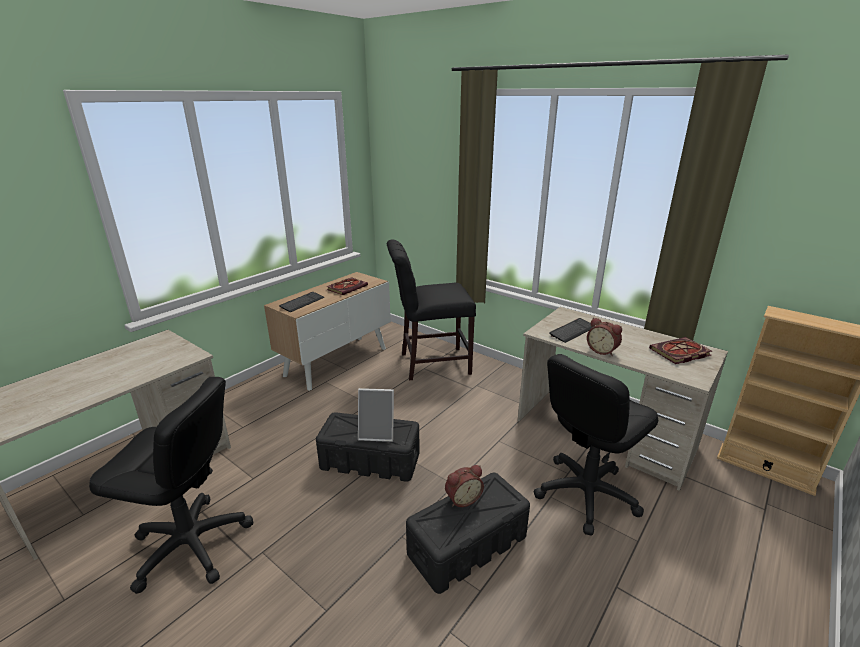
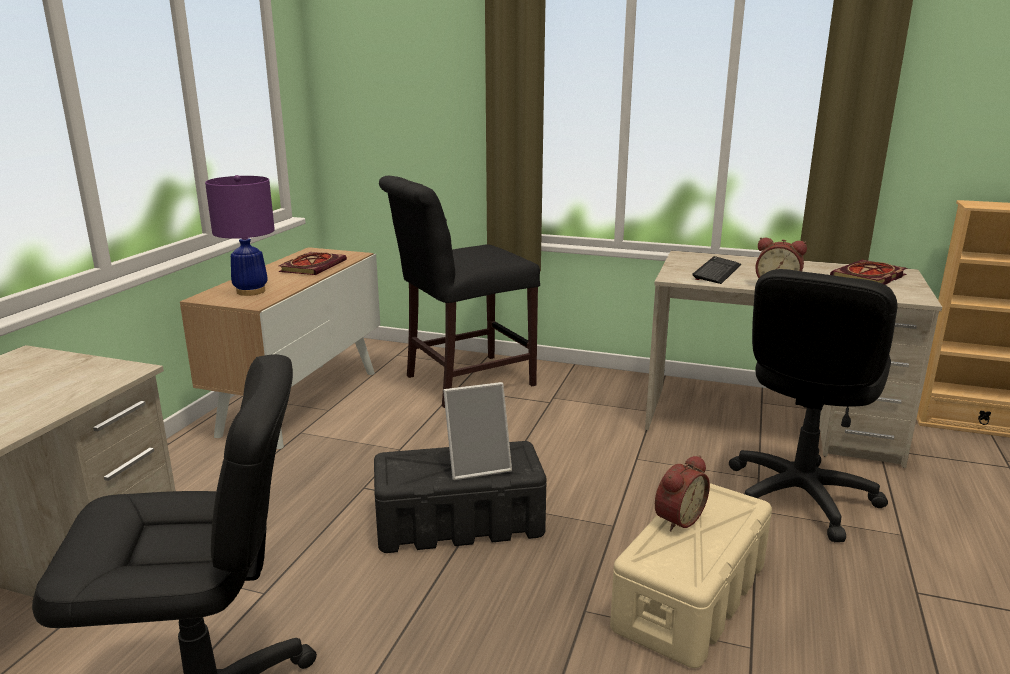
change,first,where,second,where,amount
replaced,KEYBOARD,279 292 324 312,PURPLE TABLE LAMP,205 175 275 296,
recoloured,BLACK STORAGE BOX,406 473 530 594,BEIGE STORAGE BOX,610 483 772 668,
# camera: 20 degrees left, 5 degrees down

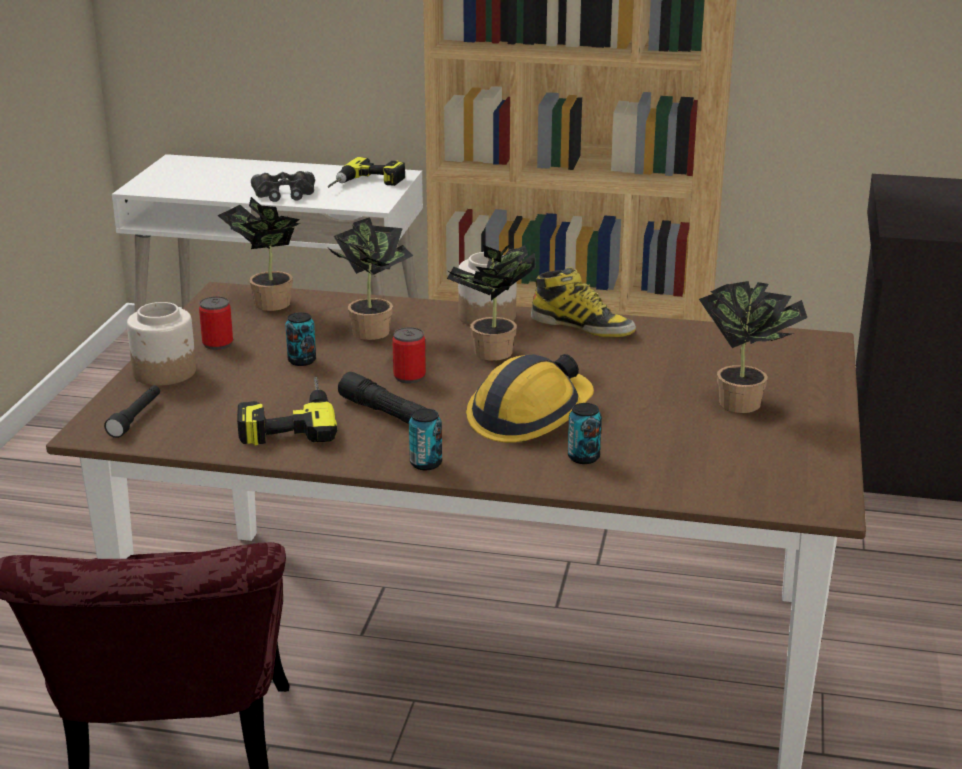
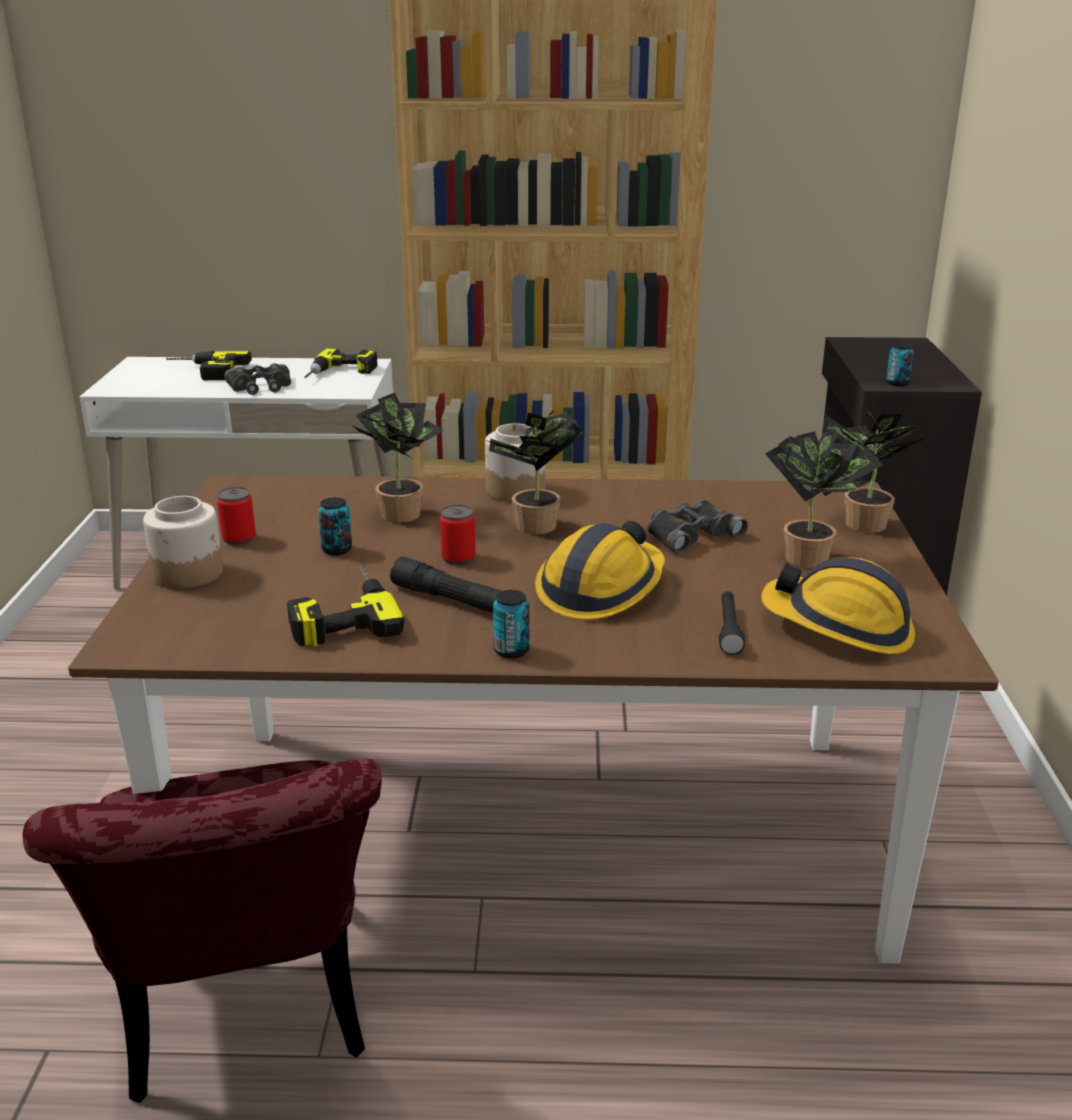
change,first,where,second,where,amount
moved,BLACK FLASHLIGHT,104 385 160 438,,719 591 745 655,
moved,POTTED PLANT,217 197 300 311,,822 408 927 533,
removed,BOOT,531 267 636 337,,,
moved,CAN,568 403 602 464,,886 343 914 386,
added,,,POWER DRILL,166 351 252 380,
added,,,BLACK BINOCULARS,647 500 748 554,
added,,,HARD HAT,761 557 915 654,
# camera: 10 degrees left, 0 degrees up

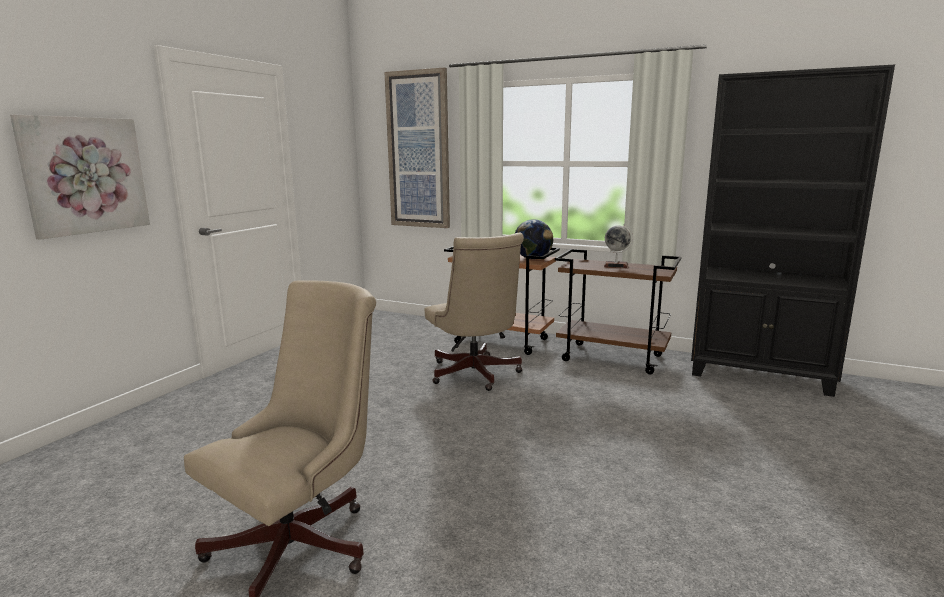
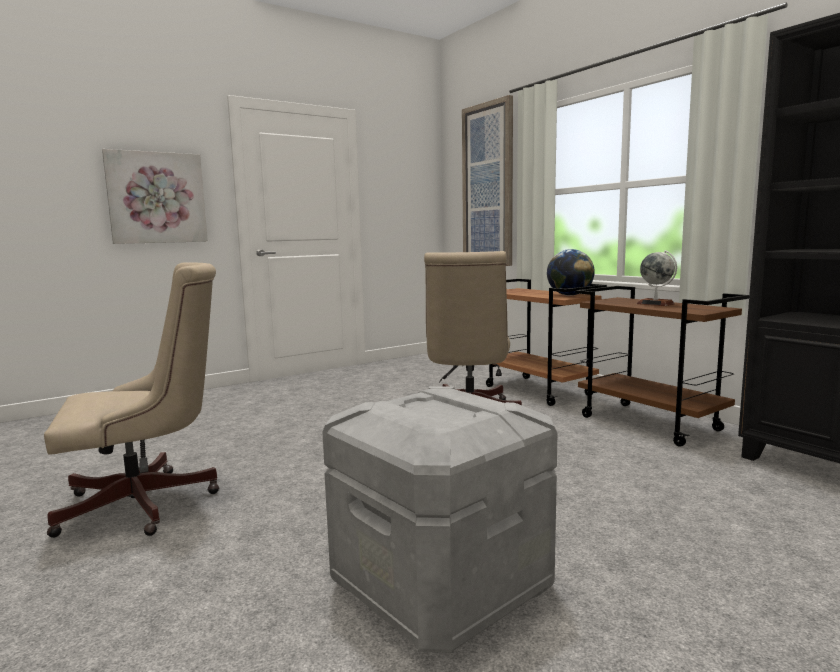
change,first,where,second,where,amount
added,,,GREY STORAGE BOX,323 386 557 653,
# camera: 30 degrees right, 5 degrees down

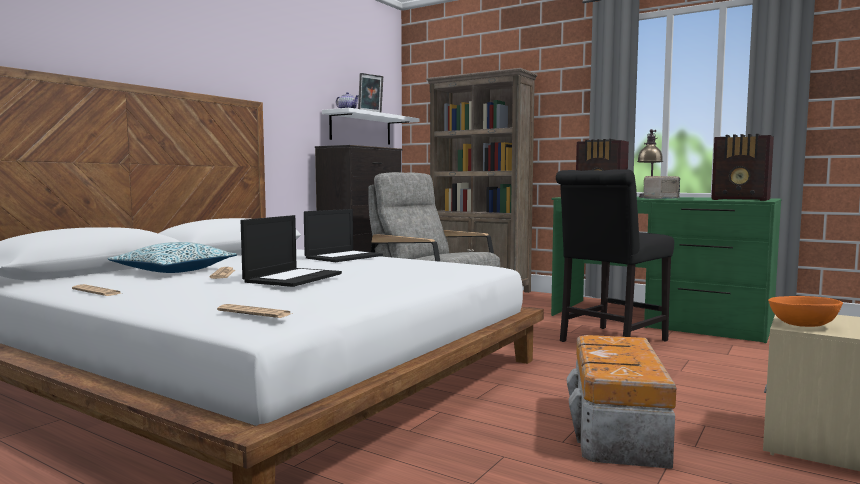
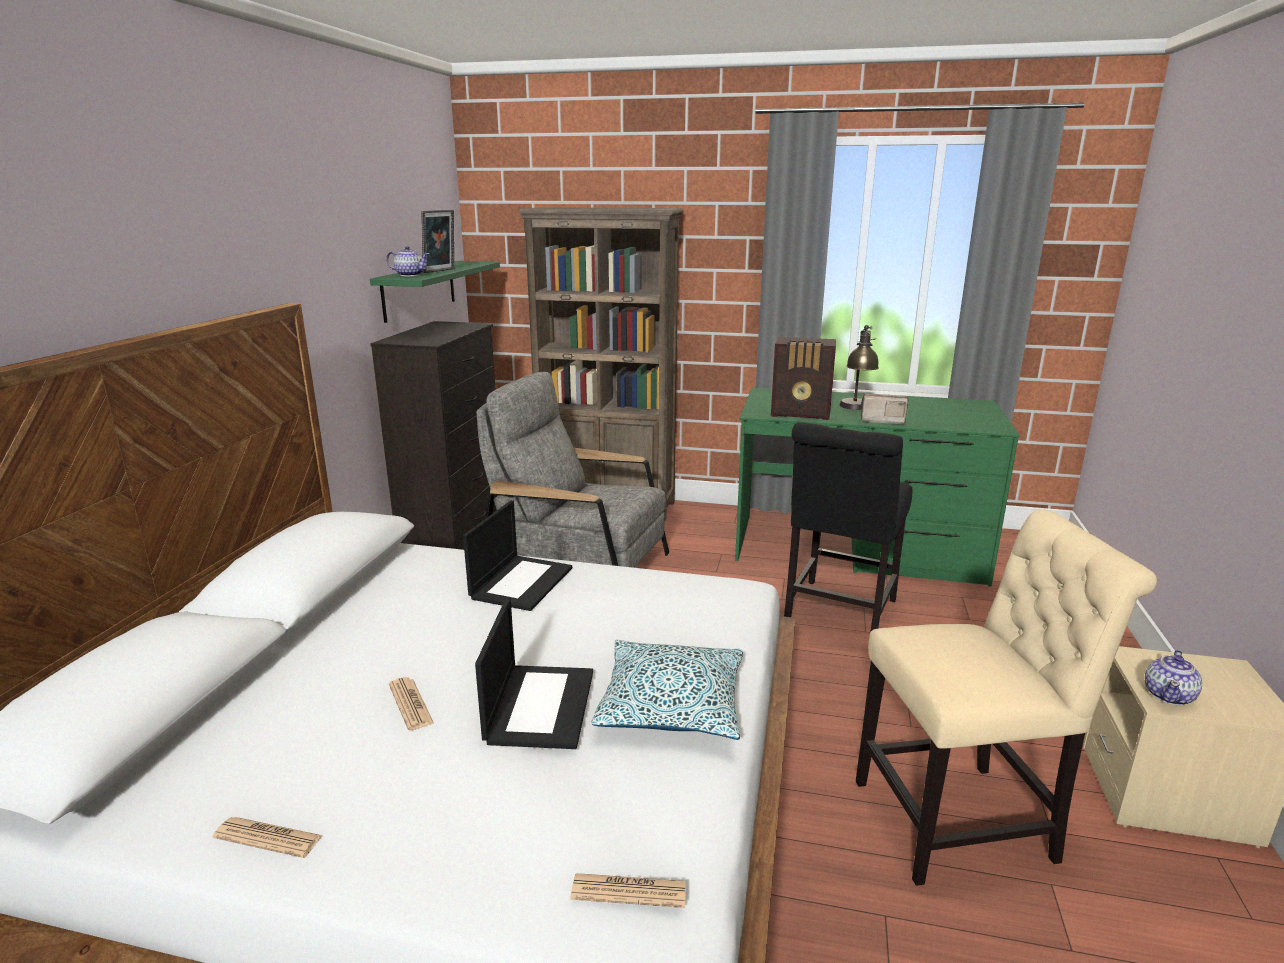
change,first,where,second,where,amount
moved,PILLOW,108 242 237 273,,591 640 743 740,
recoloured,WHITE SHELF,322 108 420 145,GREEN SHELF,370 261 500 323,
replaced,STORAGE BOX,567 335 676 469,BEIGE CHAIR,856 509 1157 886,
removed,RADIO,711 134 774 201,,,
replaced,ORANGE BOWL,768 296 843 327,TEAPOT,1145 650 1202 705,
# camera: 20 degrees left, 15 degrees up

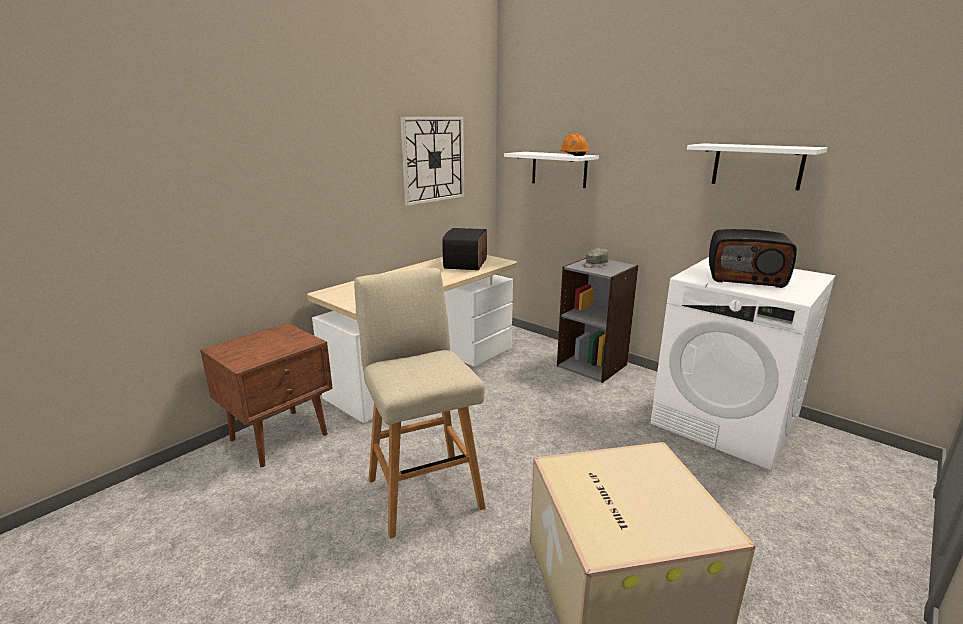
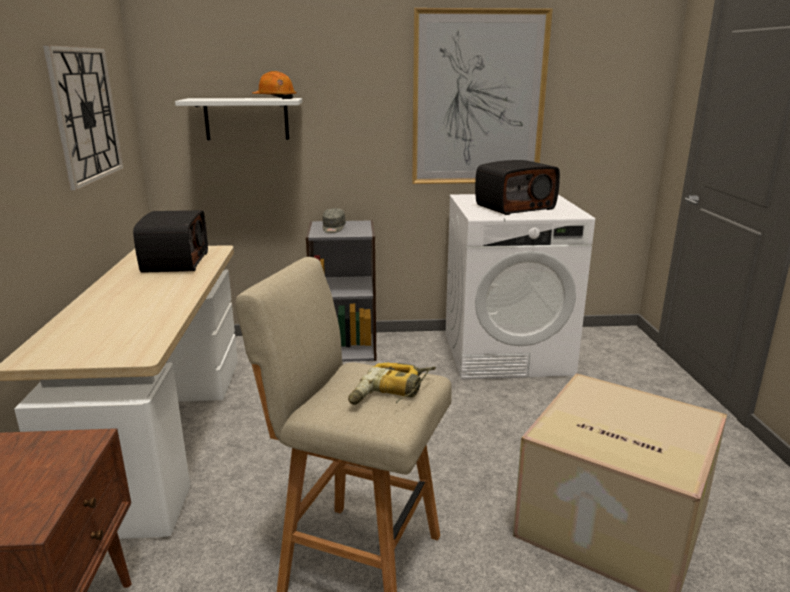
change,first,where,second,where,amount
turned,RADIO,443 228 487 270,,133 210 208 273,150 degrees counterclockwise
replaced,WHITE SHELF,687 143 827 190,PICTURE,412 8 553 184,
added,,,POWER DRILL,348 362 436 405,
# camera: 45 degrees left, 0 degrees up

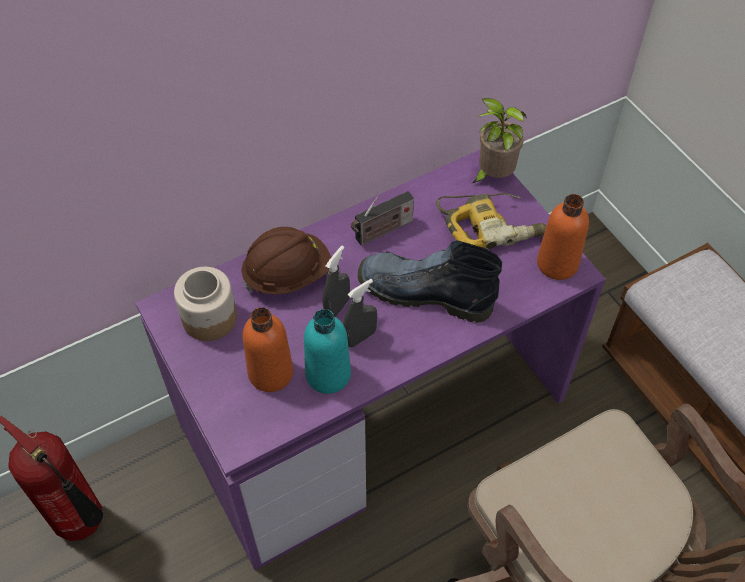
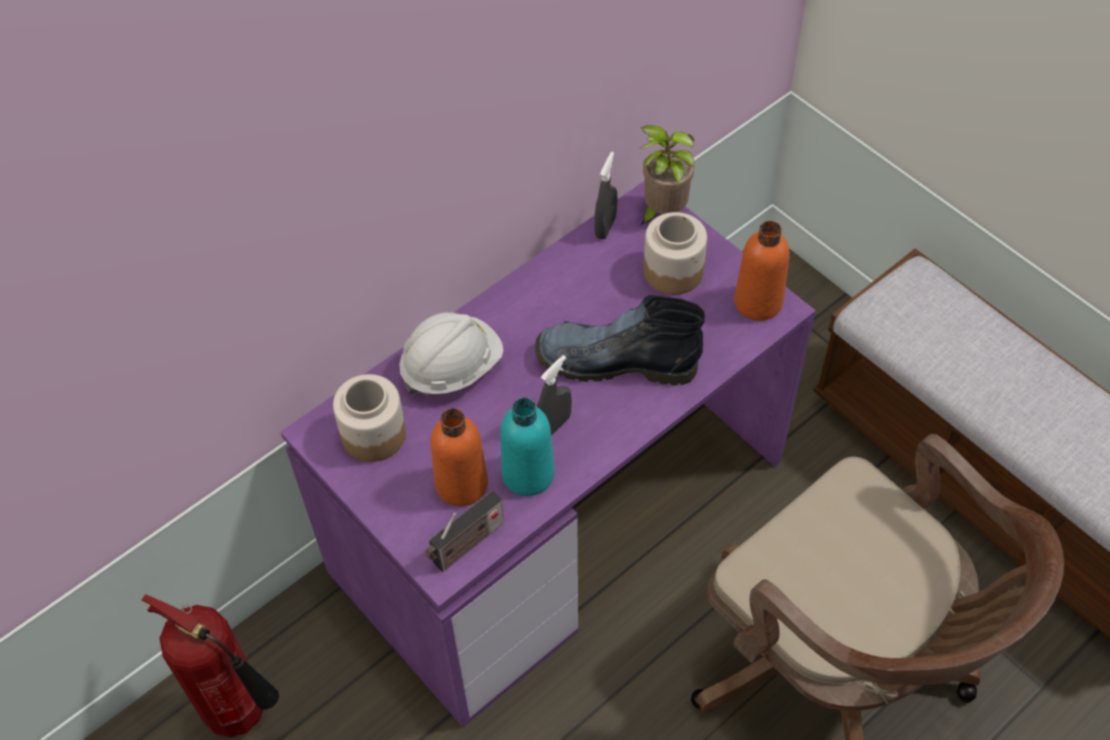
change,first,where,second,where,amount
recoloured,BROWN HARD HAT,241 227 331 294,WHITE HARD HAT,399 312 504 397,
moved,GREY SPRAY BOTTLE,322 246 350 317,,595 152 617 239,
moved,RADIO,351 191 414 246,,425 491 504 572,
replaced,POWER DRILL,436 193 546 249,JAR,643 212 707 295,
# camera: 10 degrees left, 0 degrees up

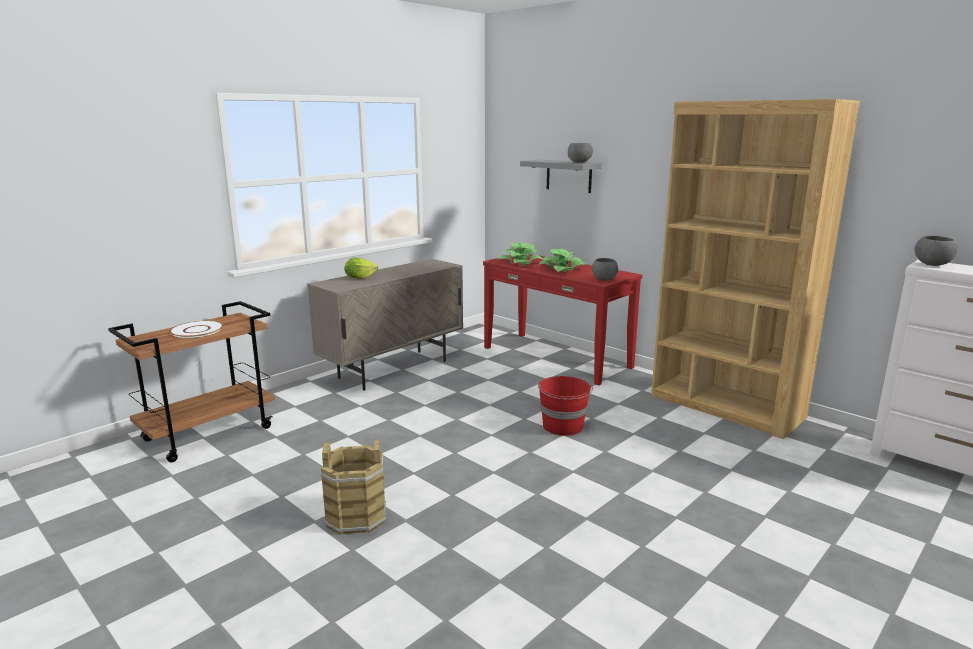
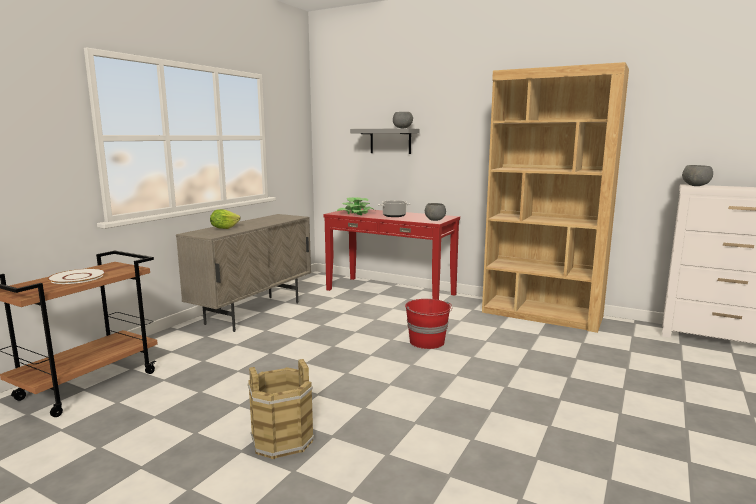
change,first,where,second,where,amount
replaced,POTTED PLANT,538 249 586 272,COOKING POT,378 200 411 217,
# camera: 15 degrees left, 5 degrees down

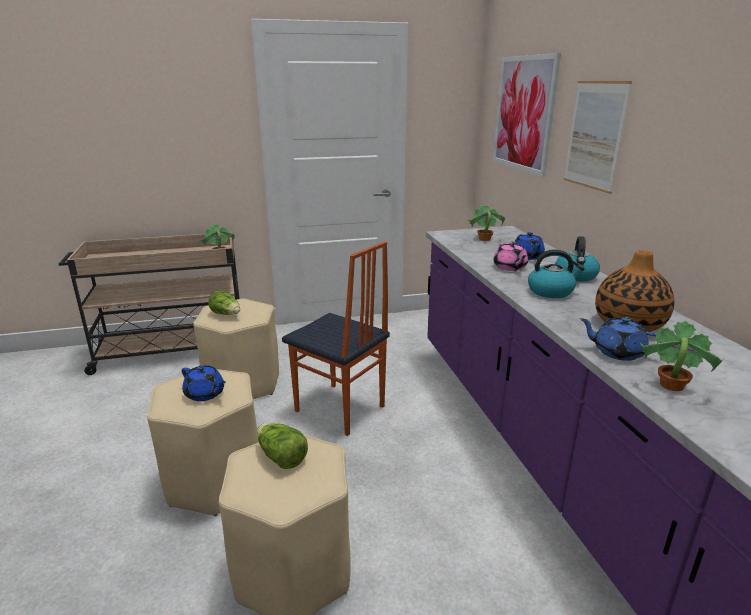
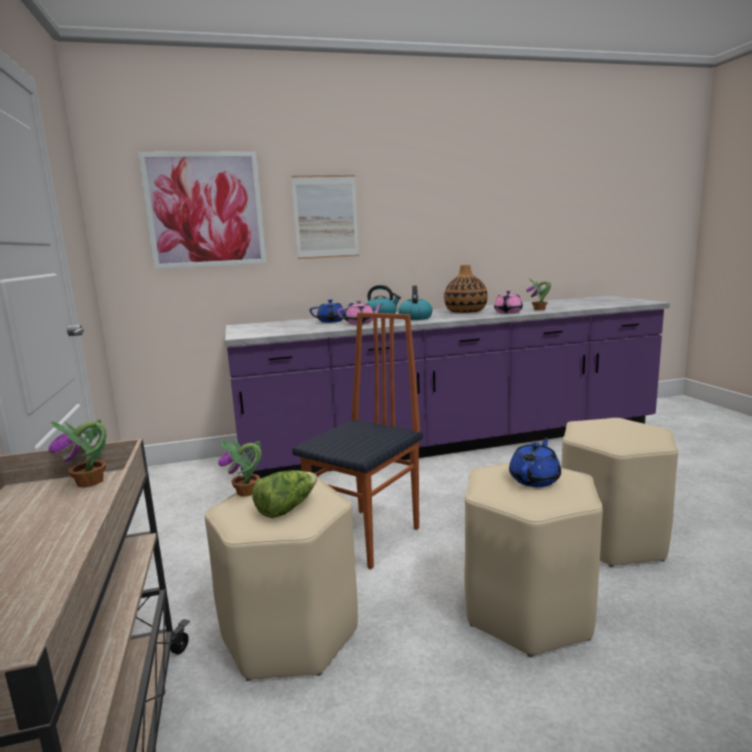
change,first,where,second,where,amount
removed,LETTUCE,257 423 308 469,,,
moved,POTTED PLANT,468 205 505 241,,218 440 262 496,
recoloured,BLUE TEAPOT,580 317 656 361,PINK TEAPOT,494 291 523 314,
# camera: 90 degrees left, 10 degrees down

